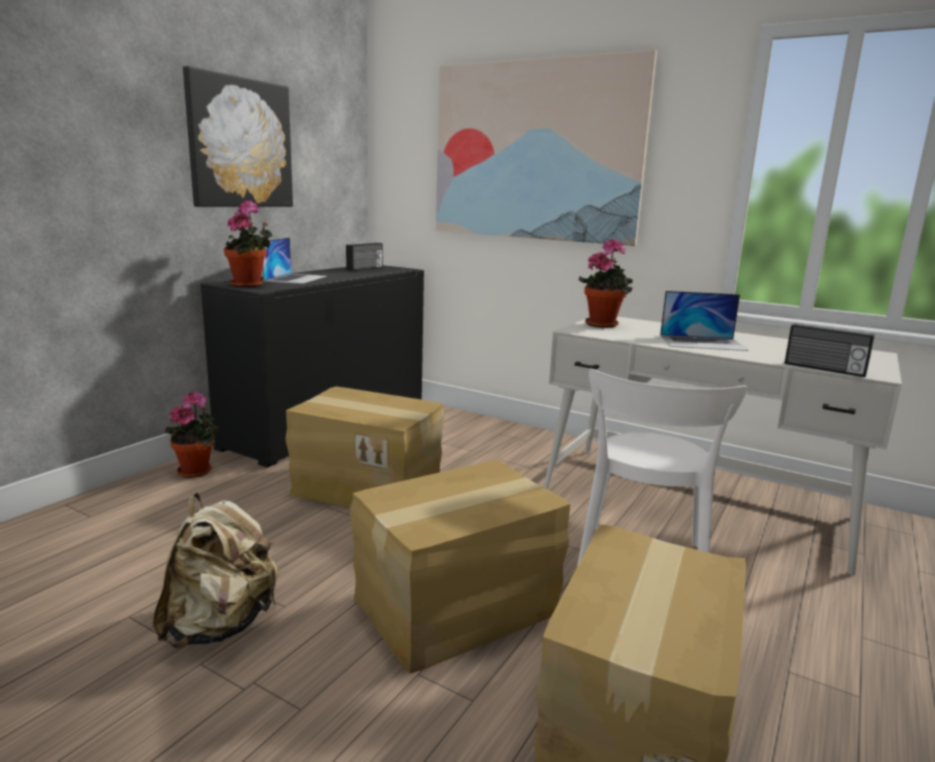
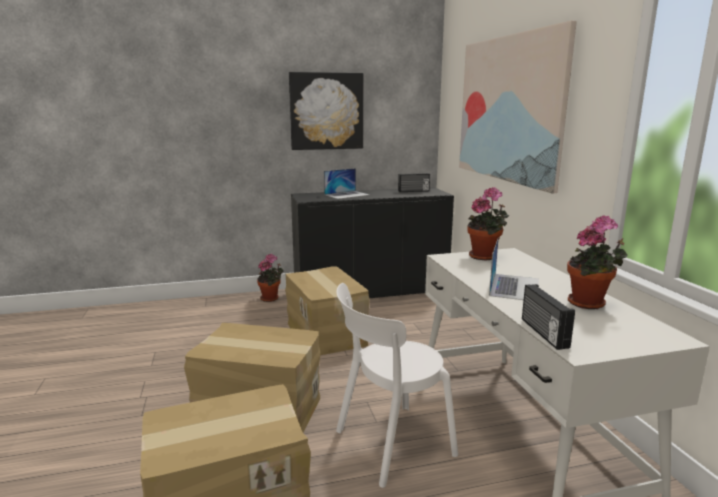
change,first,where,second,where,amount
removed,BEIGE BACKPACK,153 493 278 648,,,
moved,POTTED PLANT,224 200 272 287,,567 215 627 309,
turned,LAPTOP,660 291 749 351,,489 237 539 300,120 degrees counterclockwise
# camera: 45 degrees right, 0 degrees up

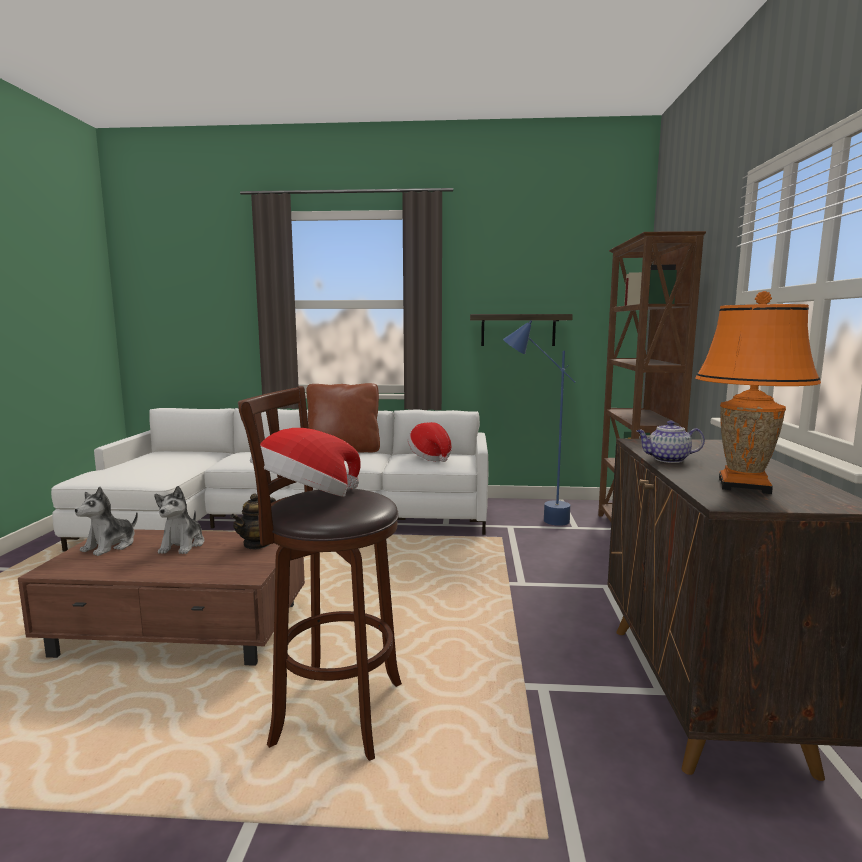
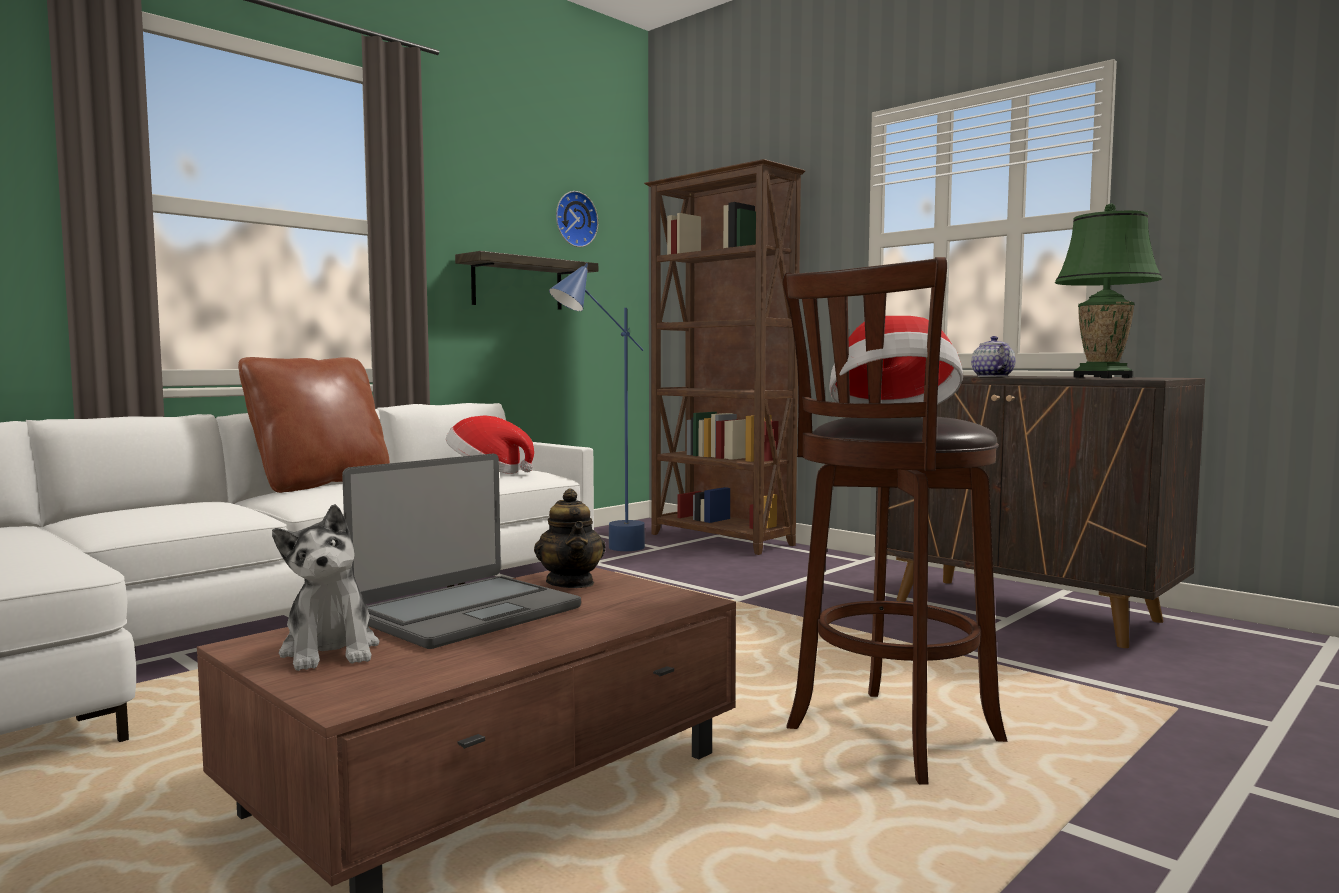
change,first,where,second,where,amount
replaced,PLUSH TOY,154 486 204 554,LAPTOP,342 454 581 649,
turned,TEAPOT,637 421 705 463,,971 336 1016 377,135 degrees clockwise
recoloured,ORANGE TABLE LAMP,695 291 821 494,GREEN TABLE LAMP,1055 203 1162 378,
added,,,WALL CLOCK,556 191 598 247,
# camera: 50 degrees left, 5 degrees down

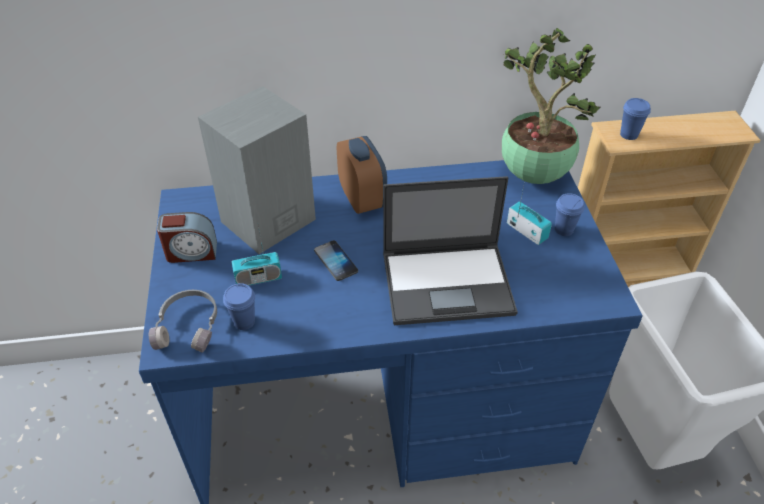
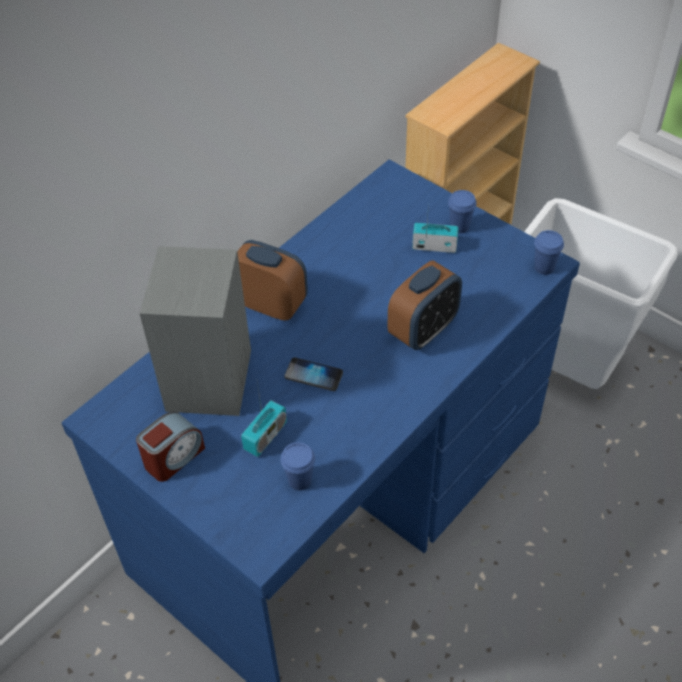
change,first,where,second,where,amount
removed,GREY HEADPHONES,149 290 217 353,,,
replaced,LAPTOP,383 176 518 325,ALARM CLOCK,387 260 462 350,
removed,POTTED PLANT,502 28 600 184,,,
moved,BLUE CUP,620 98 651 140,,534 230 564 275,
# camera: 40 degrees left, 5 degrees up

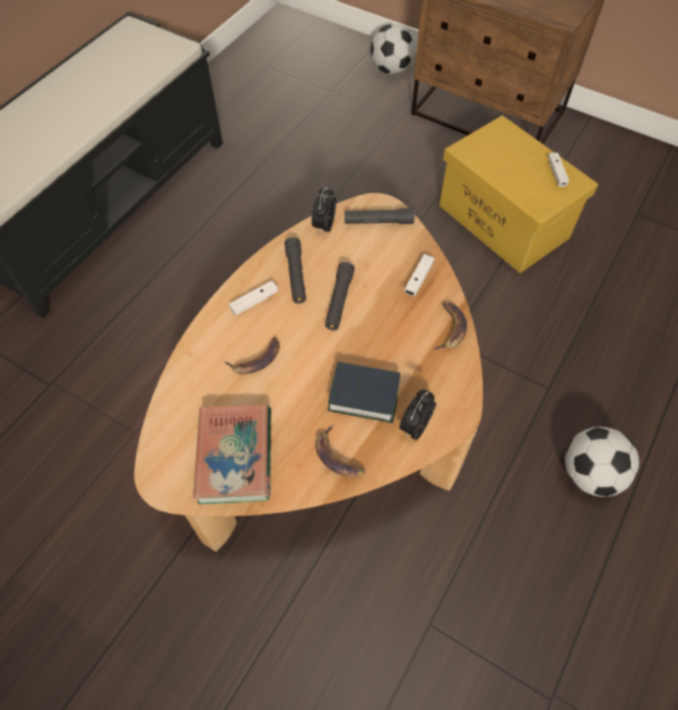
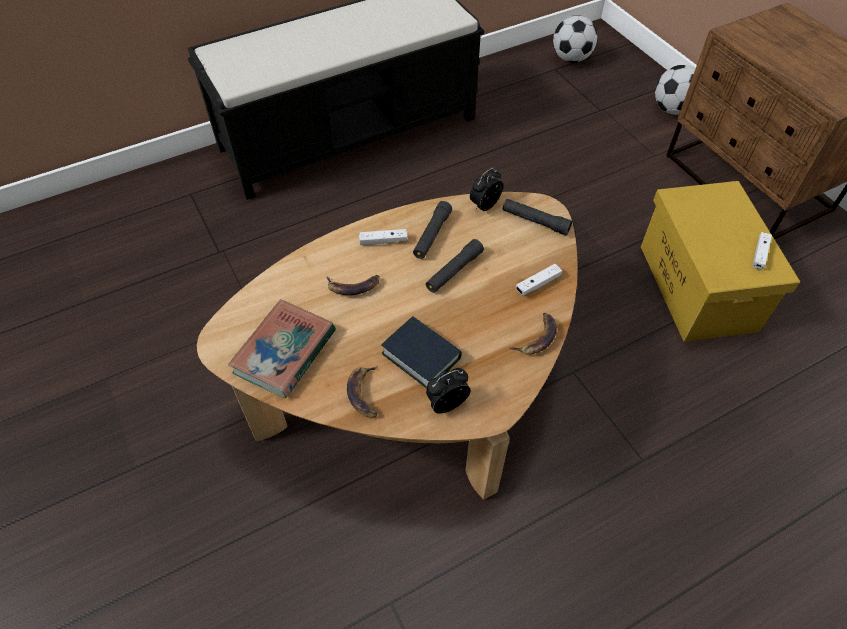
change,first,where,second,where,amount
moved,FOOTBALL,565 427 639 497,,553 15 597 63,
# camera: 30 degrees right, 5 degrees down

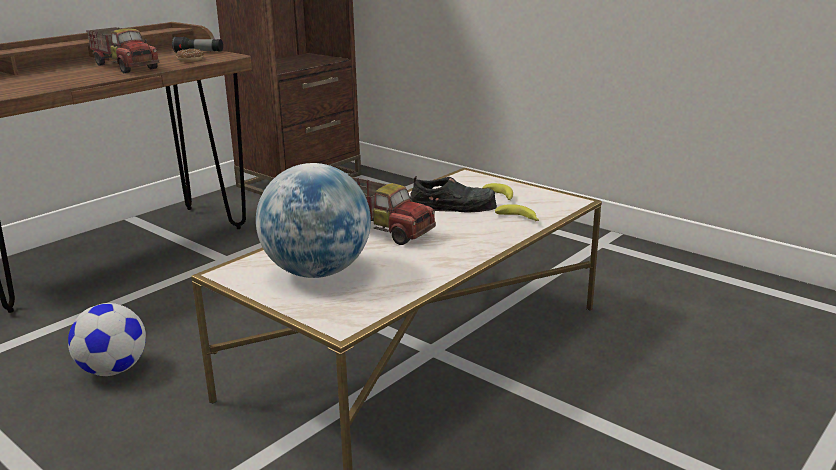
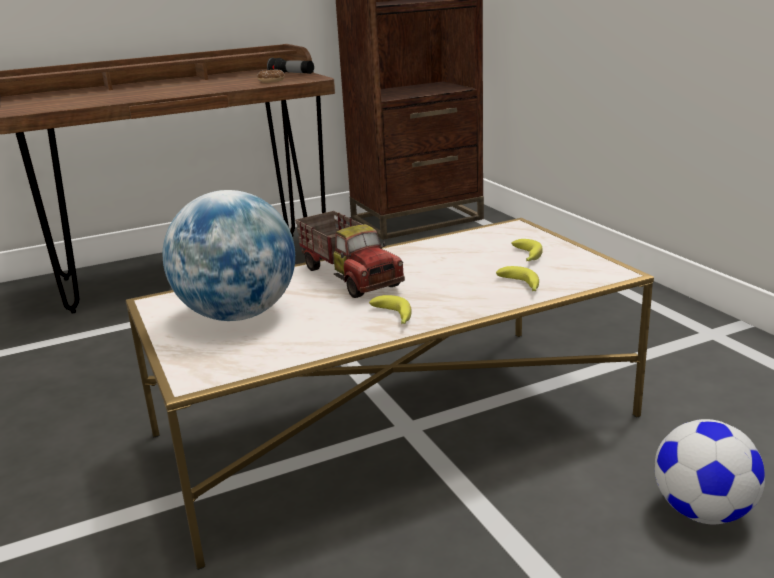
change,first,where,second,where,amount
moved,FOOTBALL,68 303 146 376,,655 419 765 525,
removed,TOY TRUCK,86 27 160 73,,,
removed,BLACK SHOE,410 176 497 212,,,
added,,,BANANA,369 295 412 324,
# camera: 25 degrees right, 0 degrees up

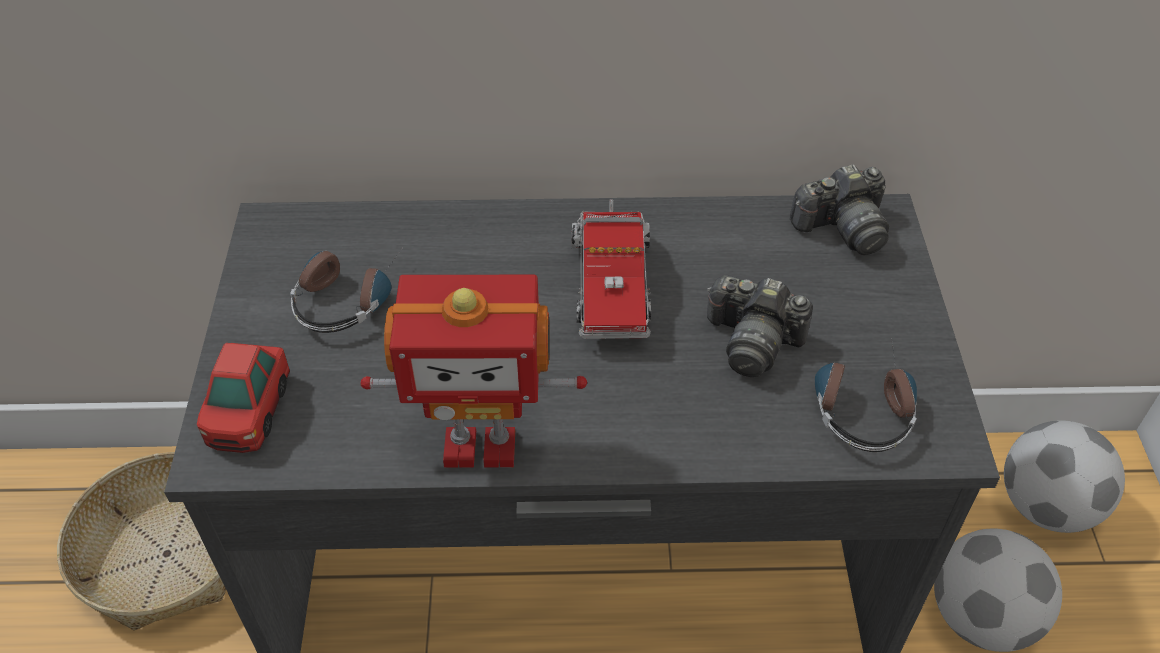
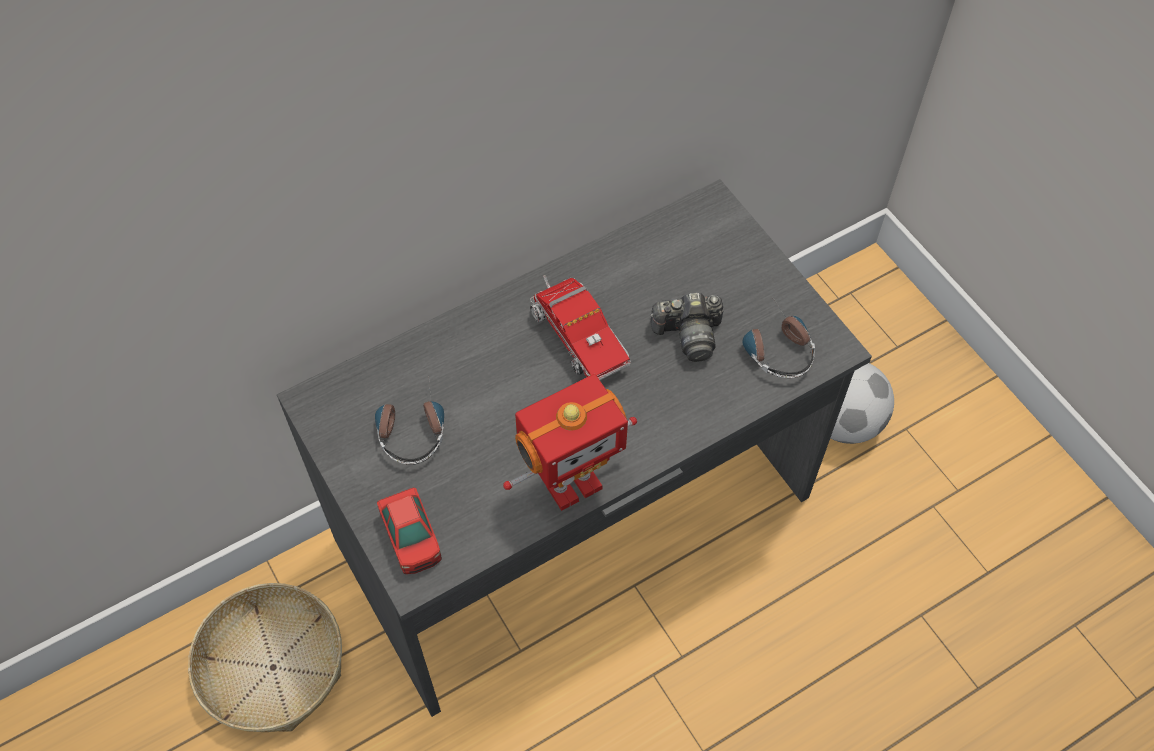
change,first,where,second,where,amount
removed,PHOTO CAMERA,790 164 889 255,,,
removed,FOOTBALL,1004 420 1125 533,,,
# camera: 30 degrees left, 10 degrees up

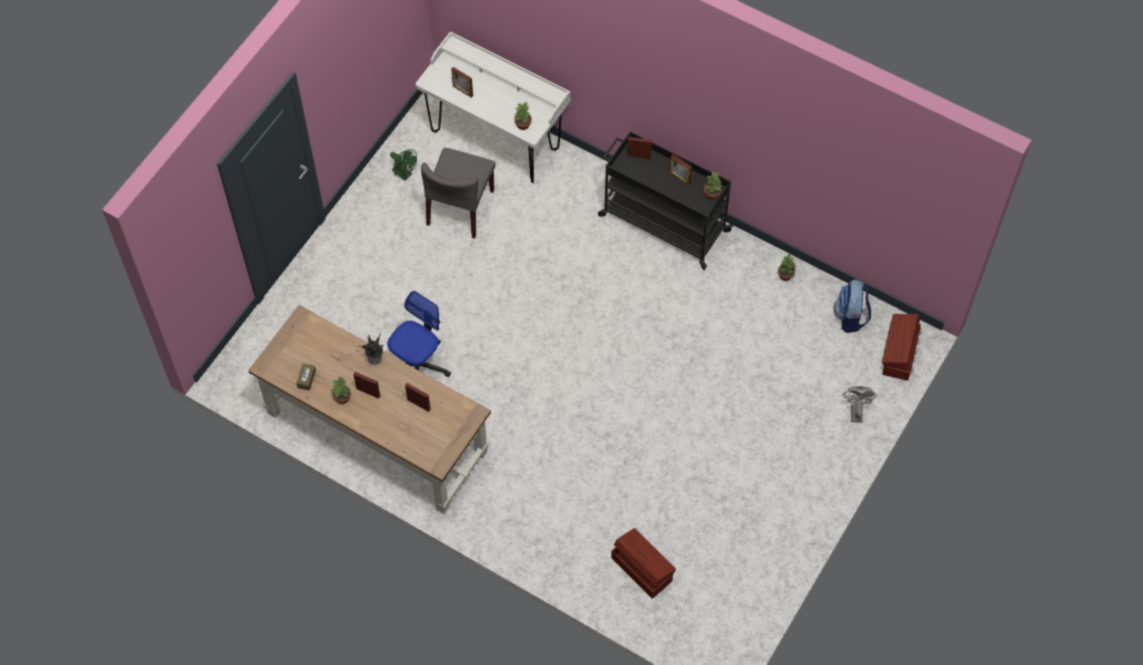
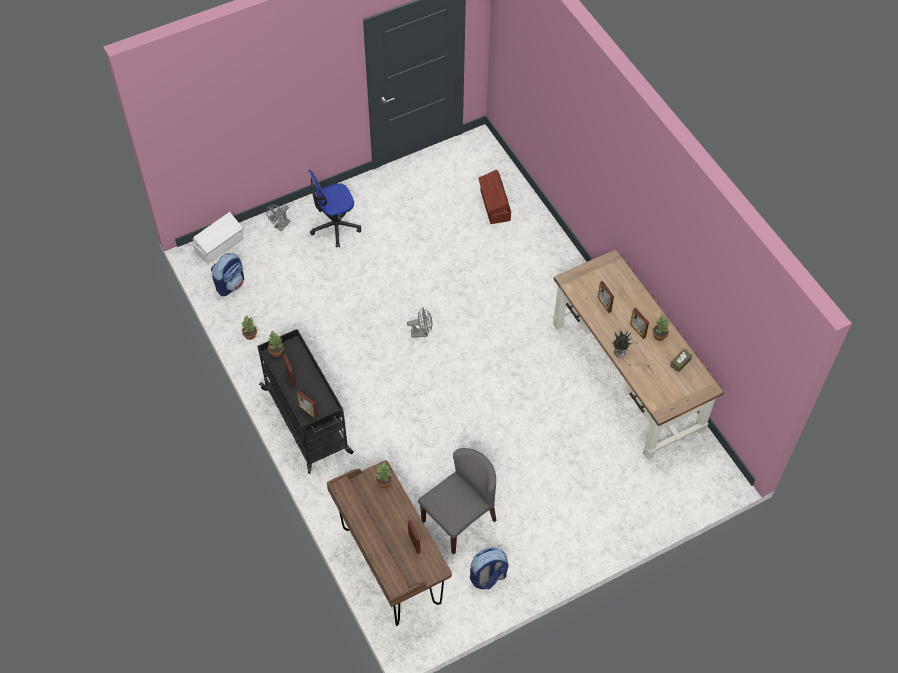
change,first,where,second,where,amount
moved,OFFICE CHAIR,387 291 451 377,,308 170 361 247,
replaced,GREEN FAN,390 149 417 181,BACKPACK,470 547 509 589,
recoloured,WHITE DESK,416 32 570 183,BROWN DESK,327 460 452 626,
recoloured,BROWN STORAGE BOX,882 314 921 381,WHITE STORAGE BOX,193 212 244 264,
added,,,GREY FAN,407 307 432 338,
# camera: 150 degrees left, 5 degrees down

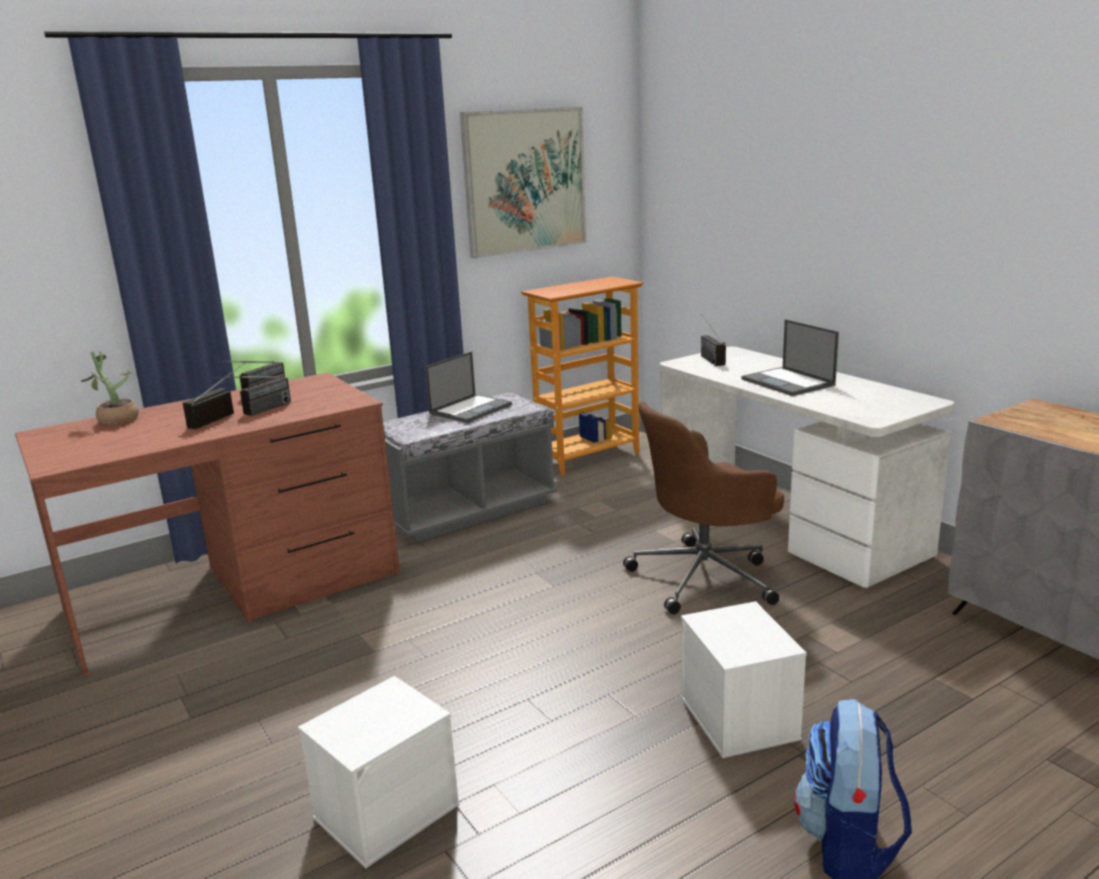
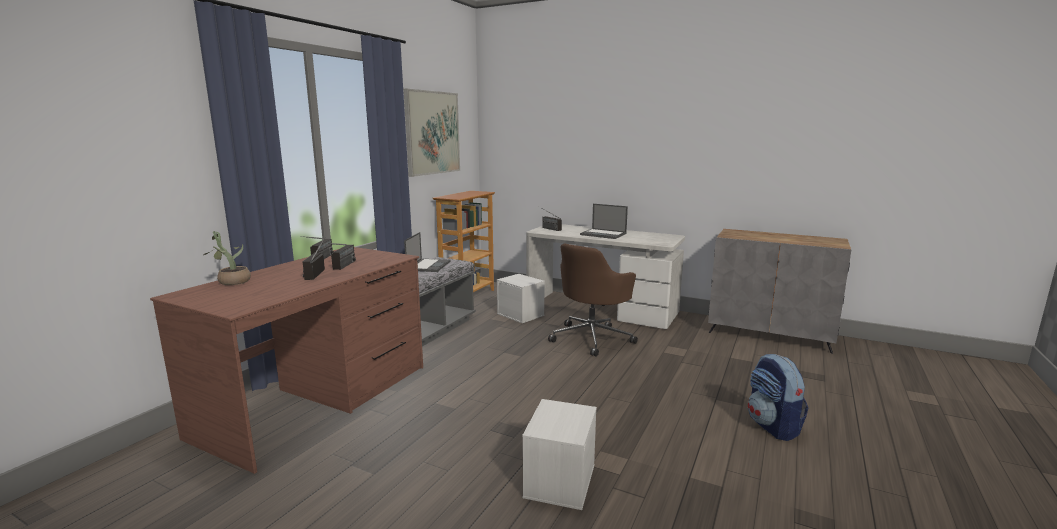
change,first,where,second,where,amount
moved,WHITE STORAGE BOX,681 601 807 758,,496 274 545 323,
# camera: 30 degrees left, 5 degrees down

